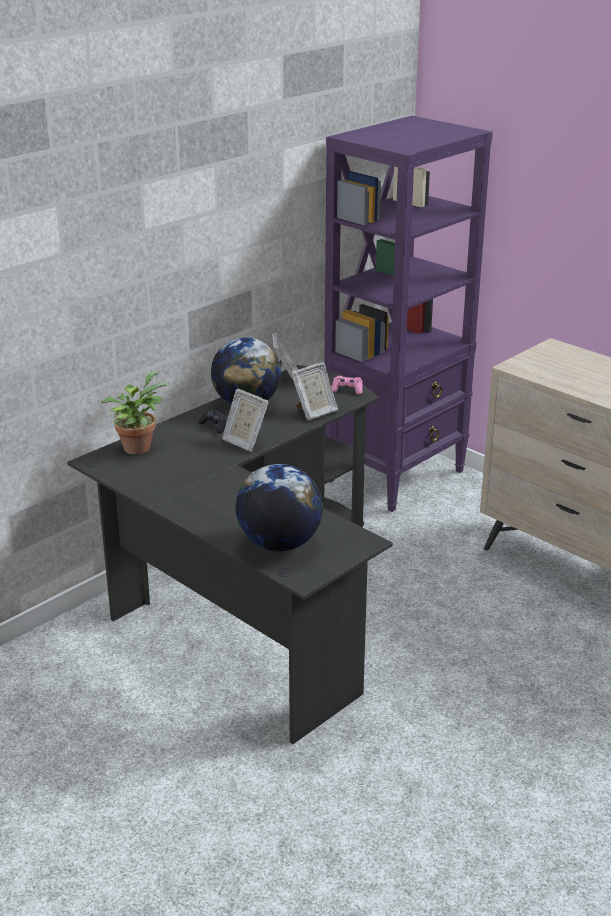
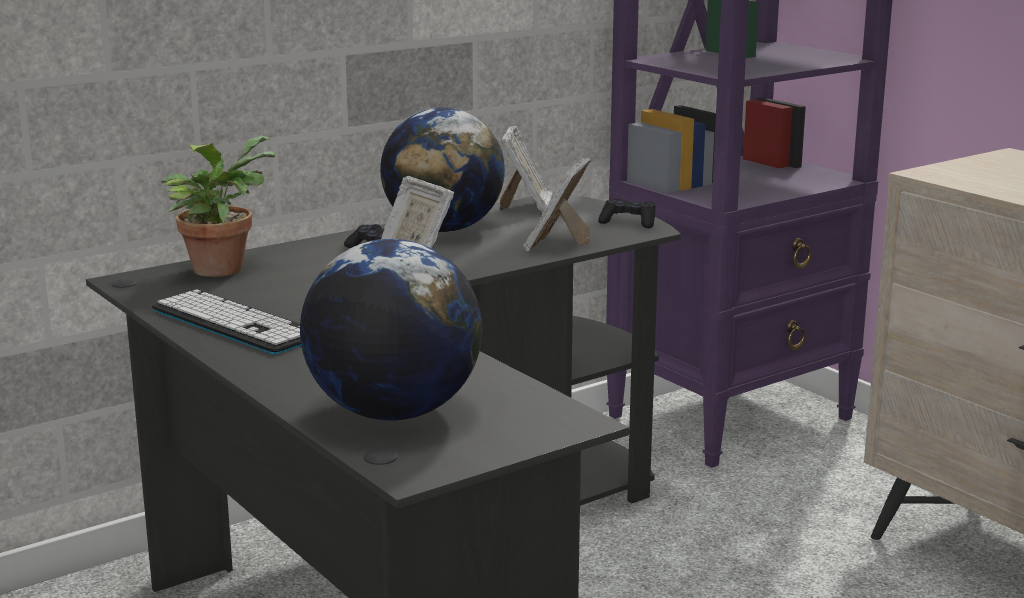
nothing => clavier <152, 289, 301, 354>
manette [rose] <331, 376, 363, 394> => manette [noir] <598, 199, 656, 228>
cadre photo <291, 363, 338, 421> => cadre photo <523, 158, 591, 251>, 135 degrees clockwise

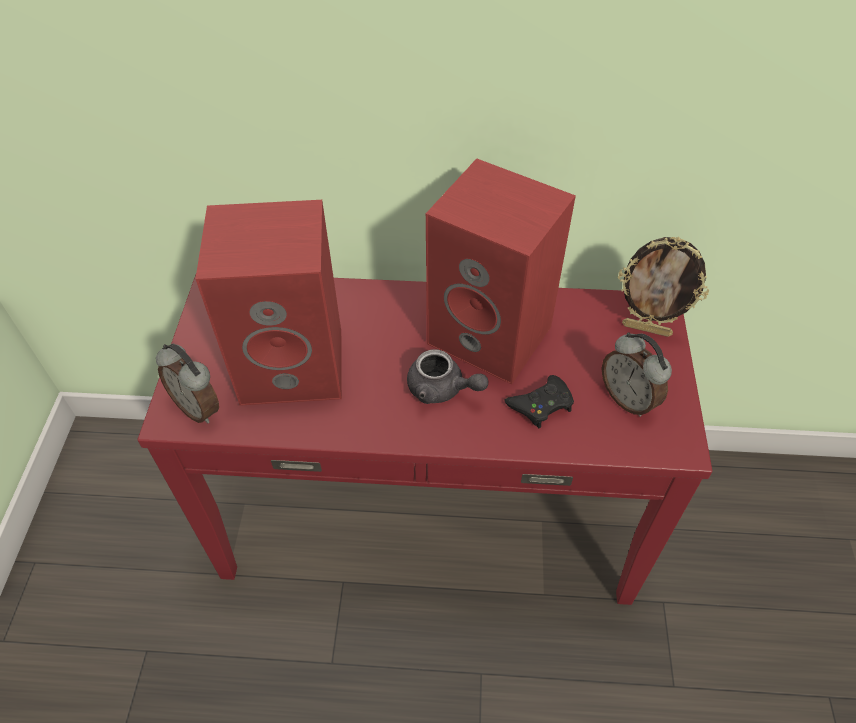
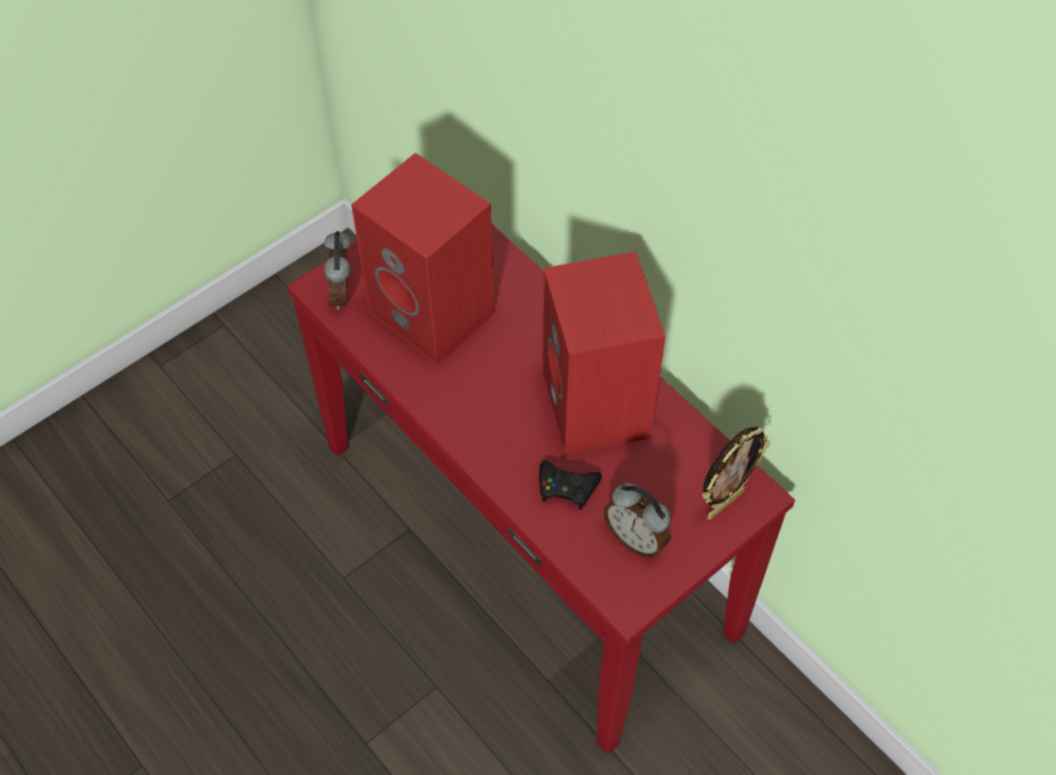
théière [gris] <407, 349, 488, 404> => nothing
réveil <601, 332, 672, 417> => réveil <604, 483, 671, 558>, 60 degrees counterclockwise
cadre photo <618, 237, 709, 337> => cadre photo <702, 427, 770, 520>, 105 degrees counterclockwise

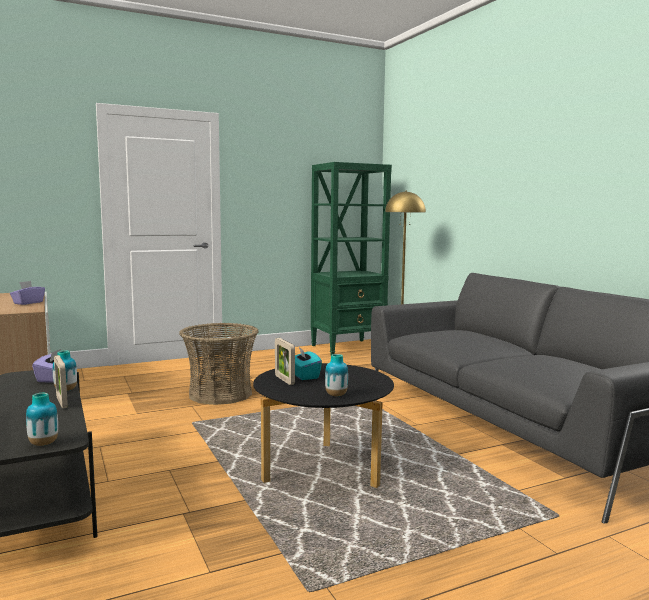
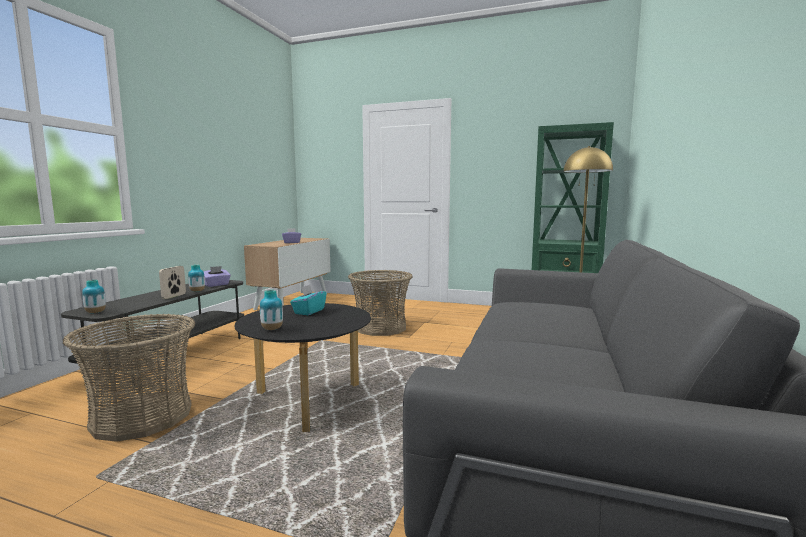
cadre photo <275, 338, 295, 385> => nothing
nothing => panier <63, 314, 195, 442>

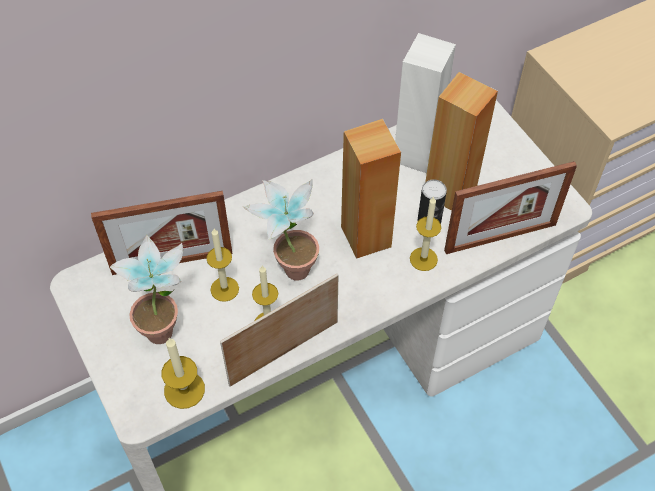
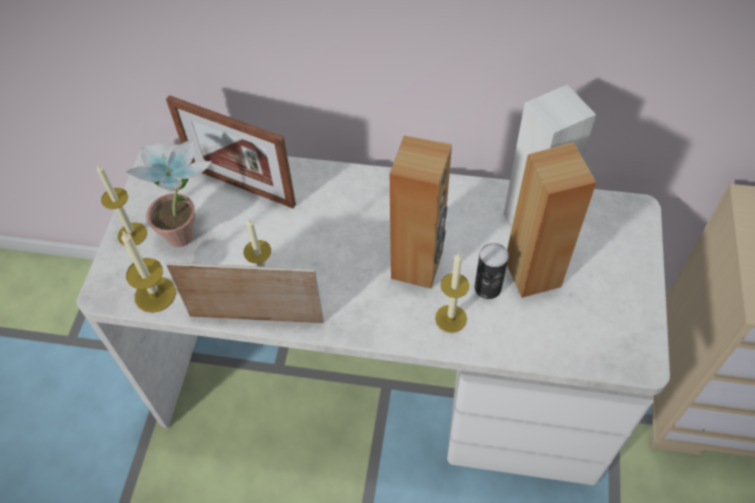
plante en pot <242, 180, 319, 281> => nothing
cadre photo <444, 161, 577, 254> => nothing
bougie <206, 229, 239, 302> => bougie <97, 163, 147, 246>, move

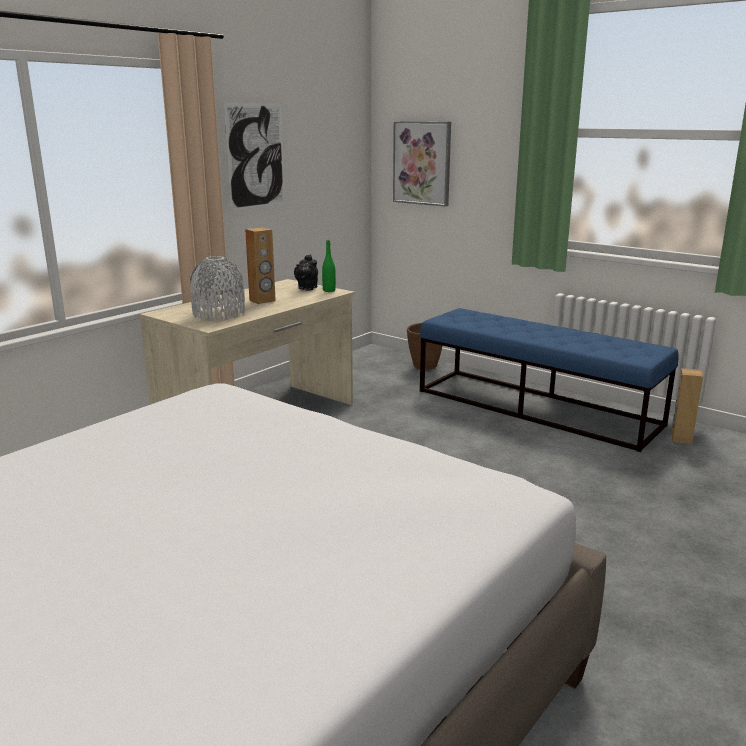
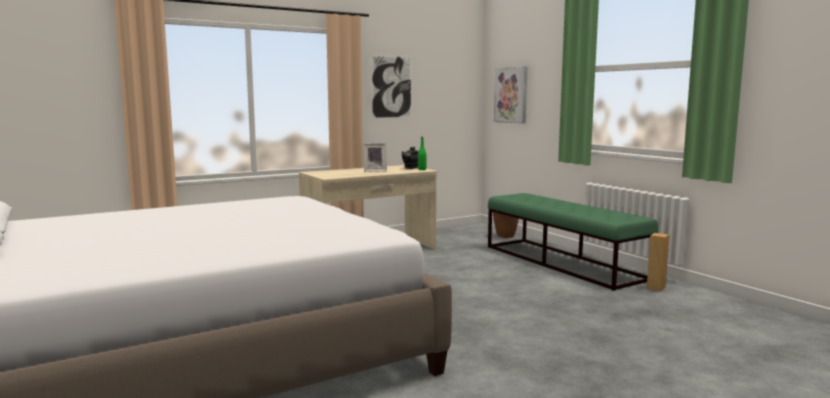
vase [gris] <190, 256, 245, 321> => nothing
enceinte [marron] <245, 228, 276, 304> => cadre photo <363, 143, 387, 172>
banc [bleu] <420, 308, 679, 452> => banc [vert] <488, 193, 658, 291>

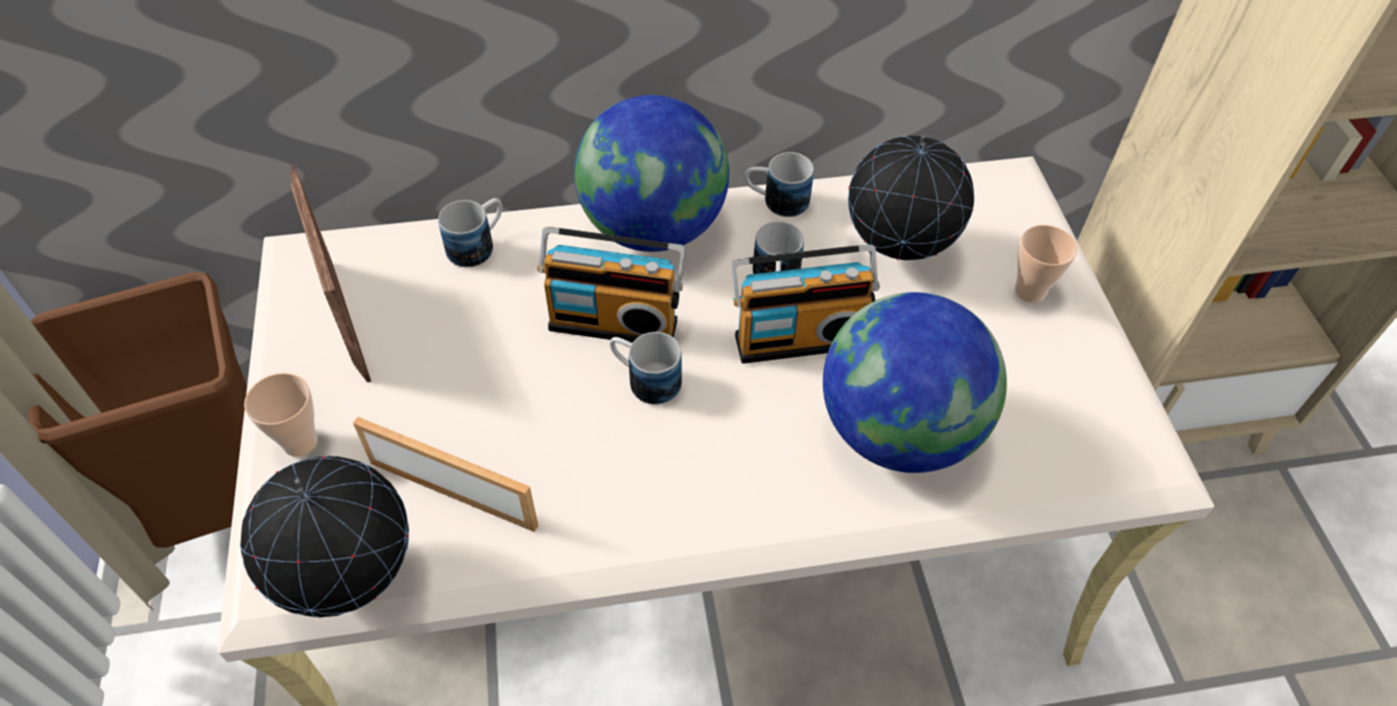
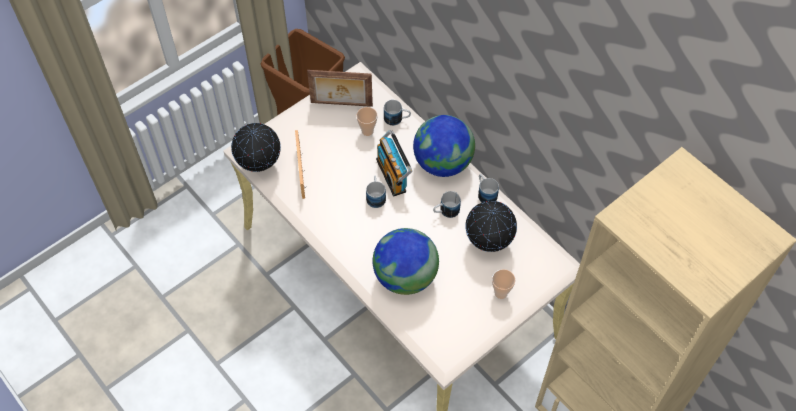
radio <731, 244, 880, 364> => nothing
tasse <244, 373, 318, 457> => tasse <356, 107, 378, 136>, move
cadre photo <291, 165, 371, 383> => cadre photo <307, 70, 373, 107>, 120 degrees counterclockwise

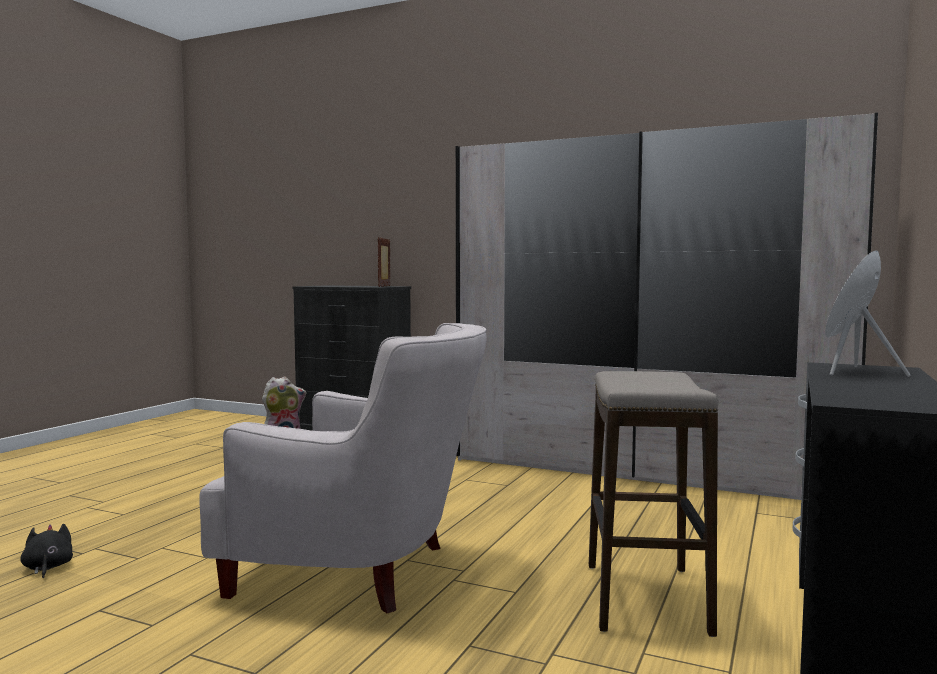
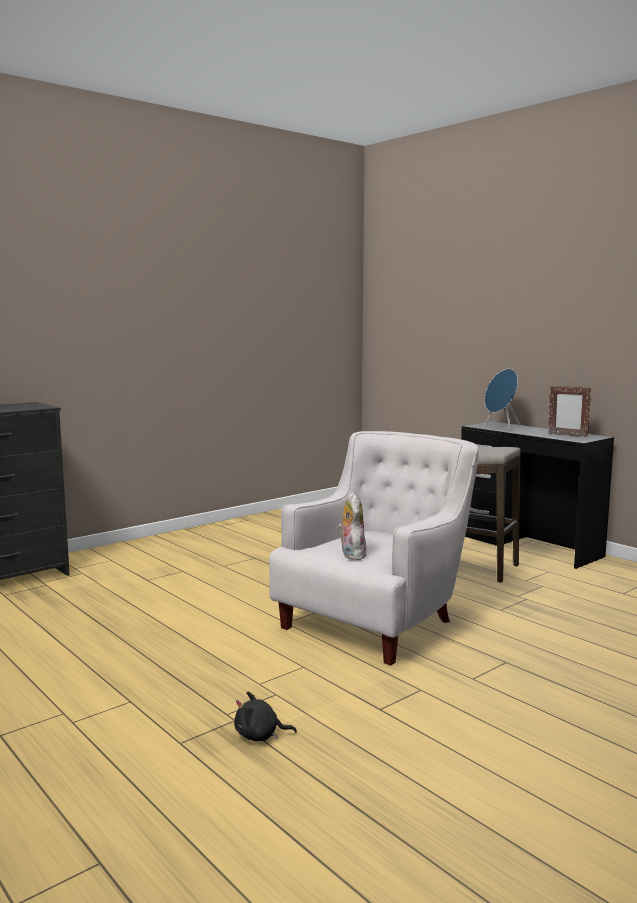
armoire [blanc] <456, 113, 878, 500> => nothing
cadre photo <378, 237, 390, 287> => cadre photo <548, 386, 592, 438>, move

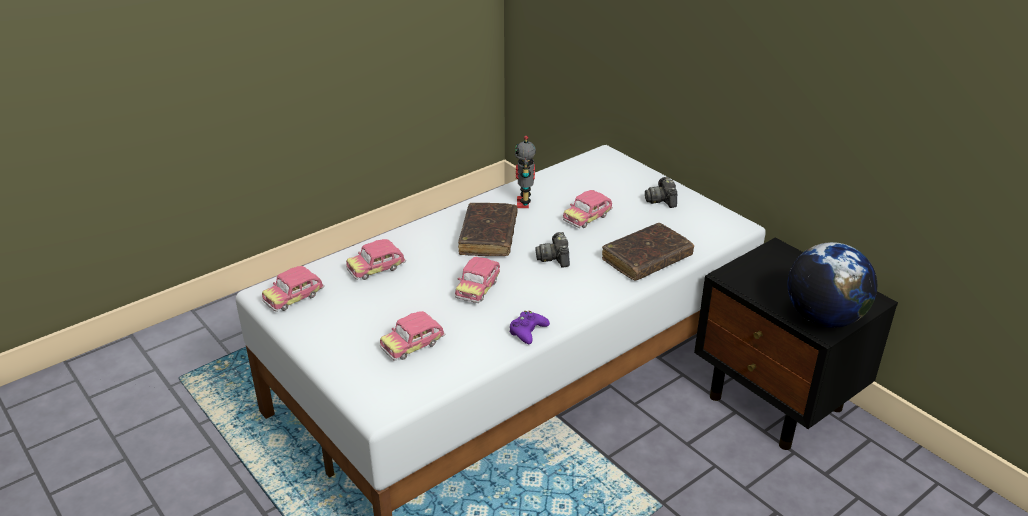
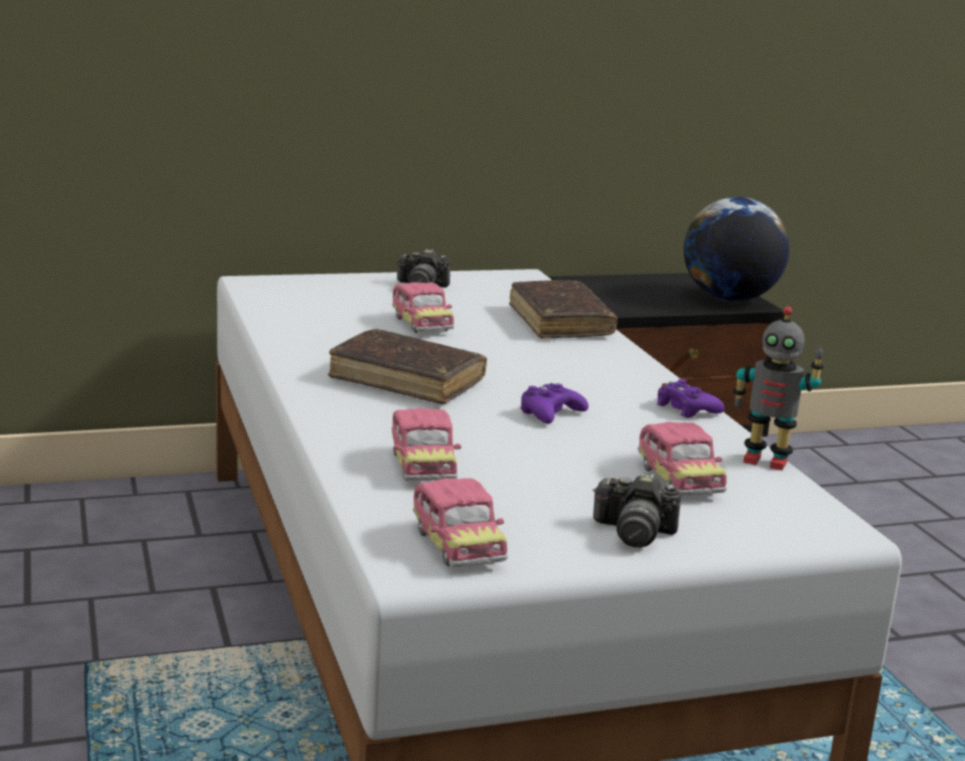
robot jouet <515, 136, 536, 208> => robot jouet <733, 306, 824, 471>, move
appareil photo <535, 232, 570, 267> => appareil photo <593, 472, 681, 547>, move
petite voiture <455, 257, 500, 303> => manette [violet] <520, 383, 588, 424>

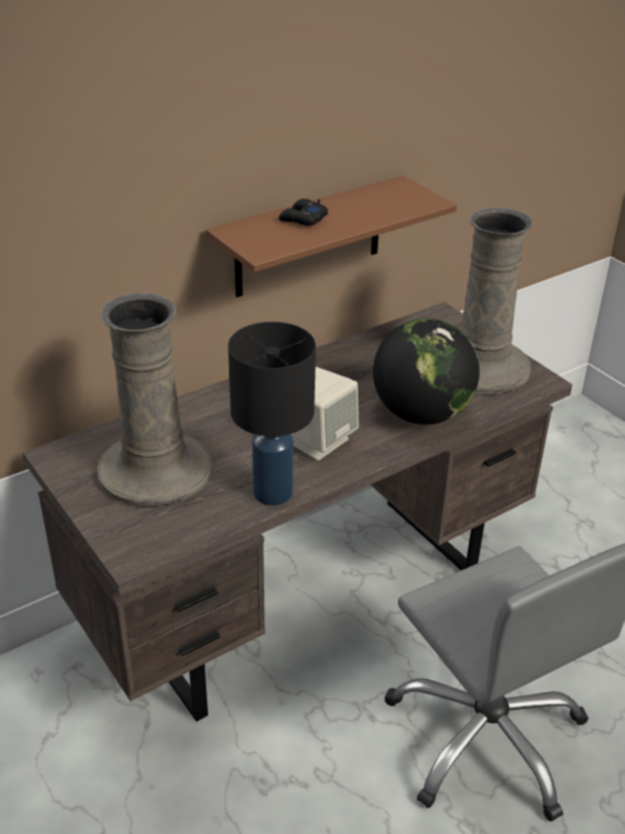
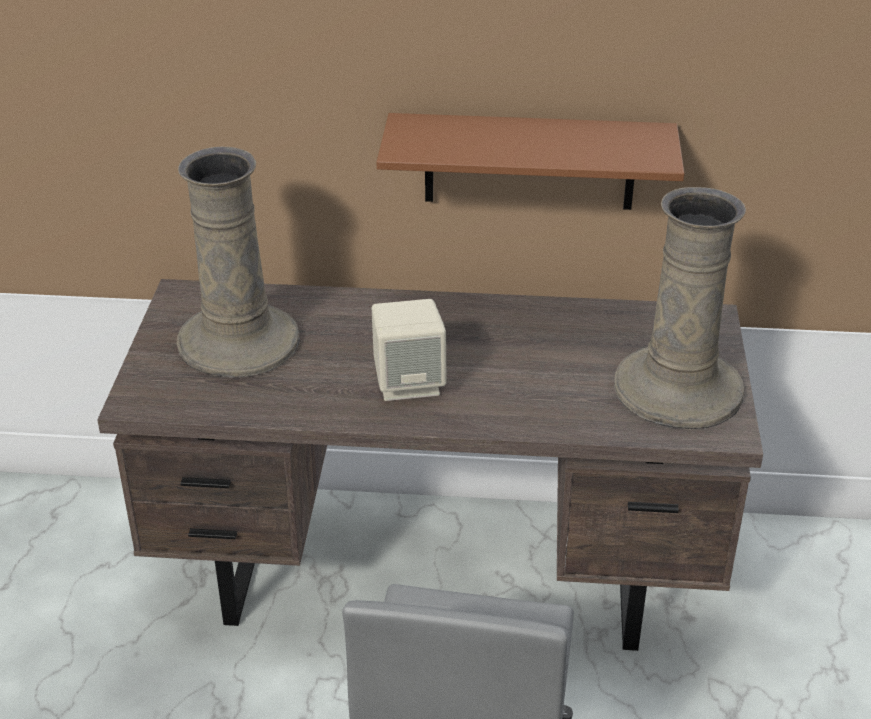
lampe de table [noir] <228, 322, 316, 505> => nothing
manette [noir] <279, 199, 328, 226> => nothing
globe <373, 319, 480, 425> => nothing

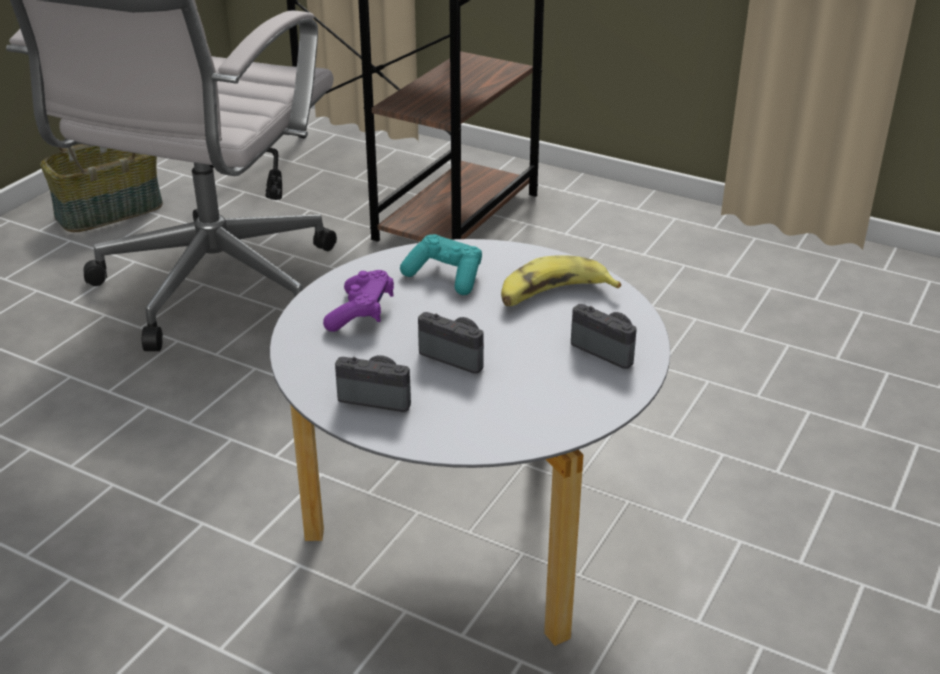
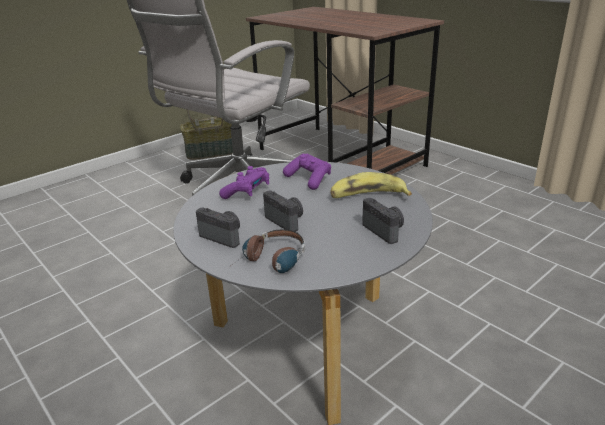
nothing => casque audio <228, 229, 305, 273>
manette [turquoise] <400, 234, 482, 295> => manette [violet] <283, 154, 331, 190>

